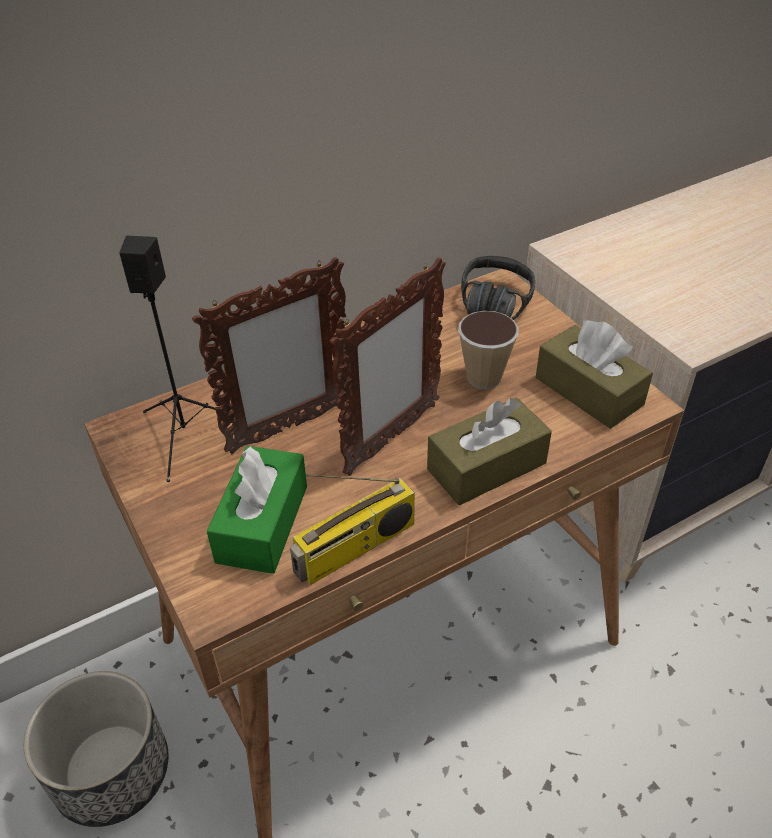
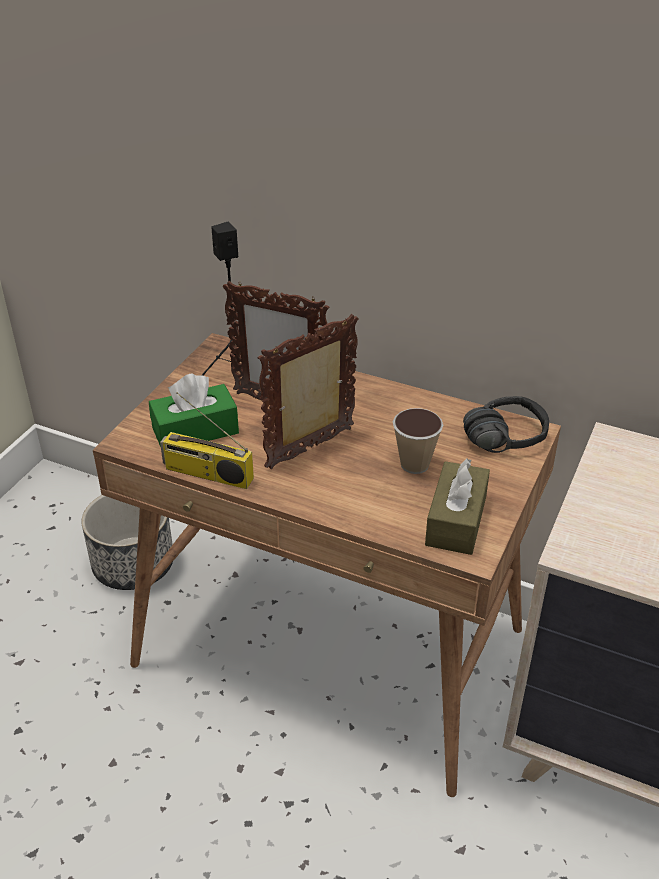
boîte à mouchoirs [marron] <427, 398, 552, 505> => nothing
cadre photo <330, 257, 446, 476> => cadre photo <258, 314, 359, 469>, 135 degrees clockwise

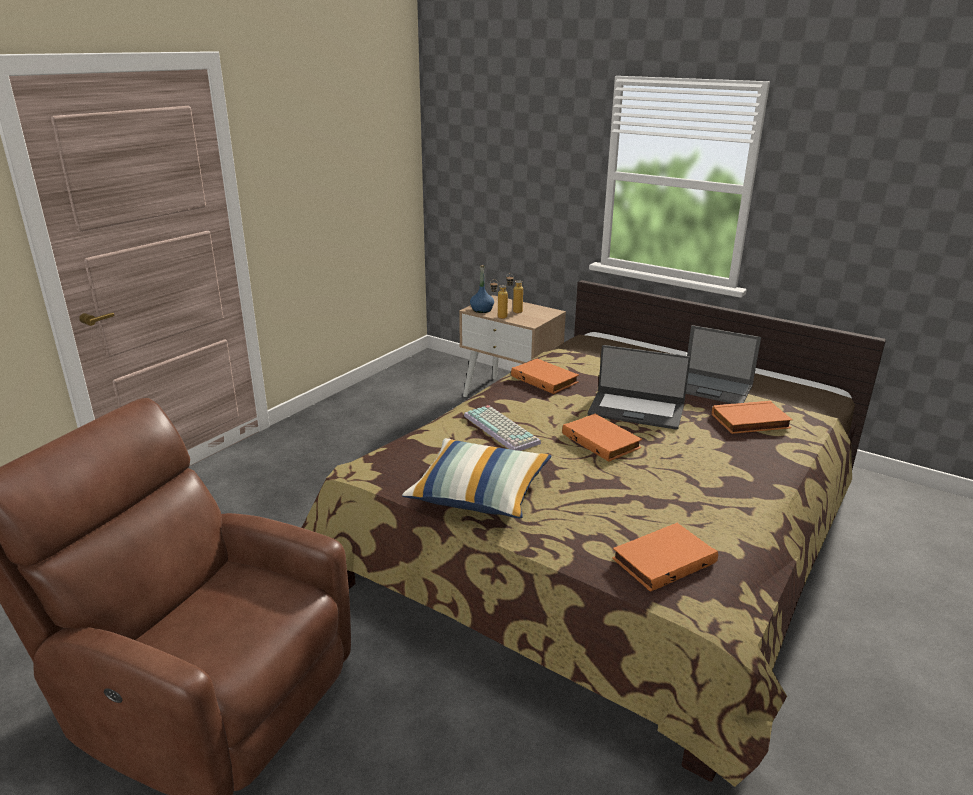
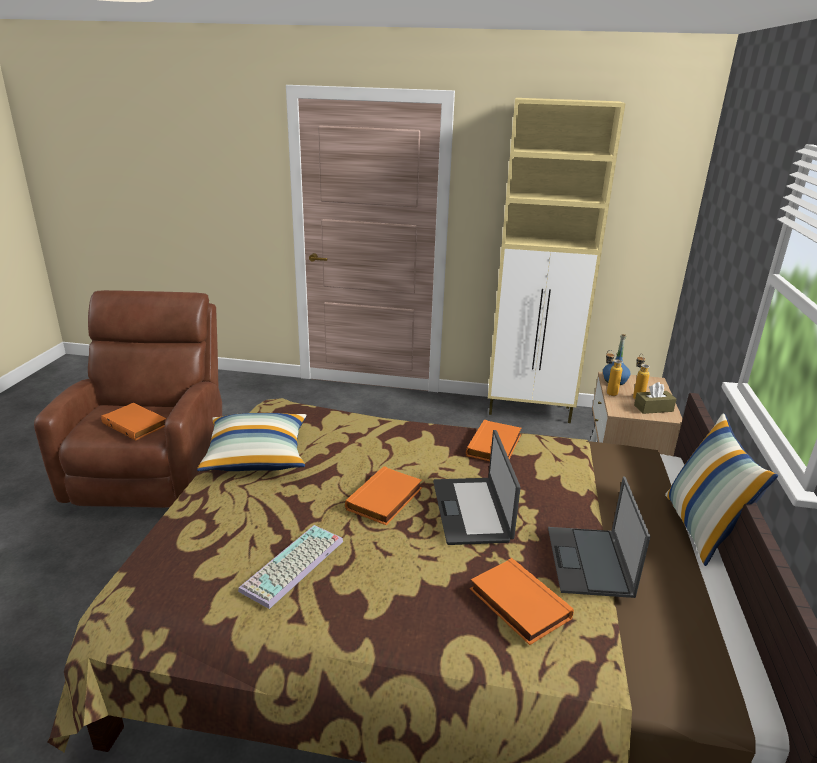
nothing => meuble de rangement [beige] <488, 98, 626, 423>
nothing => boîte à mouchoirs [marron] <634, 382, 676, 414>
nothing => coussin <665, 413, 778, 566>
clavier <464, 405, 541, 451> => clavier <238, 525, 343, 609>, move
livre [orange] <612, 523, 718, 592> => livre [orange] <101, 403, 166, 440>, move

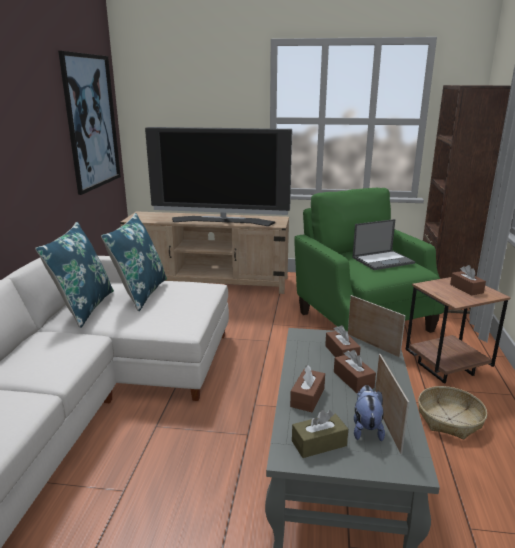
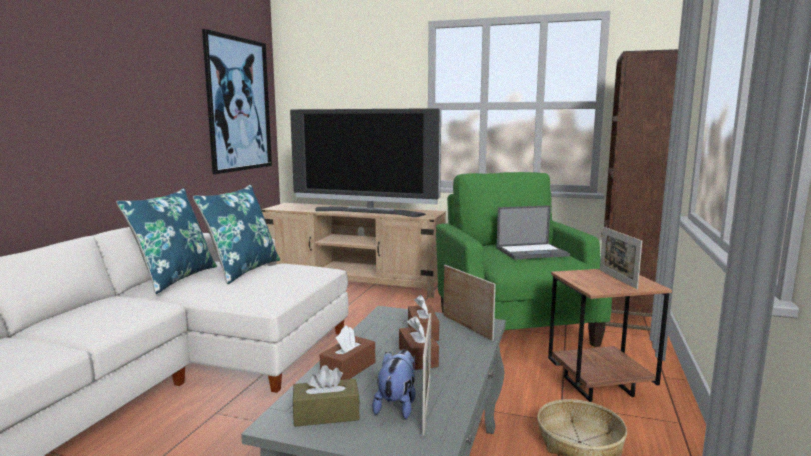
boîte à mouchoirs [marron] <450, 265, 486, 295> => cadre photo <600, 227, 642, 289>

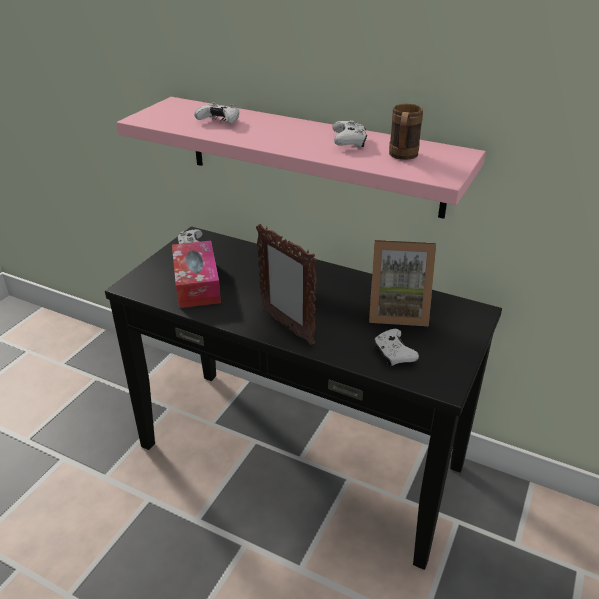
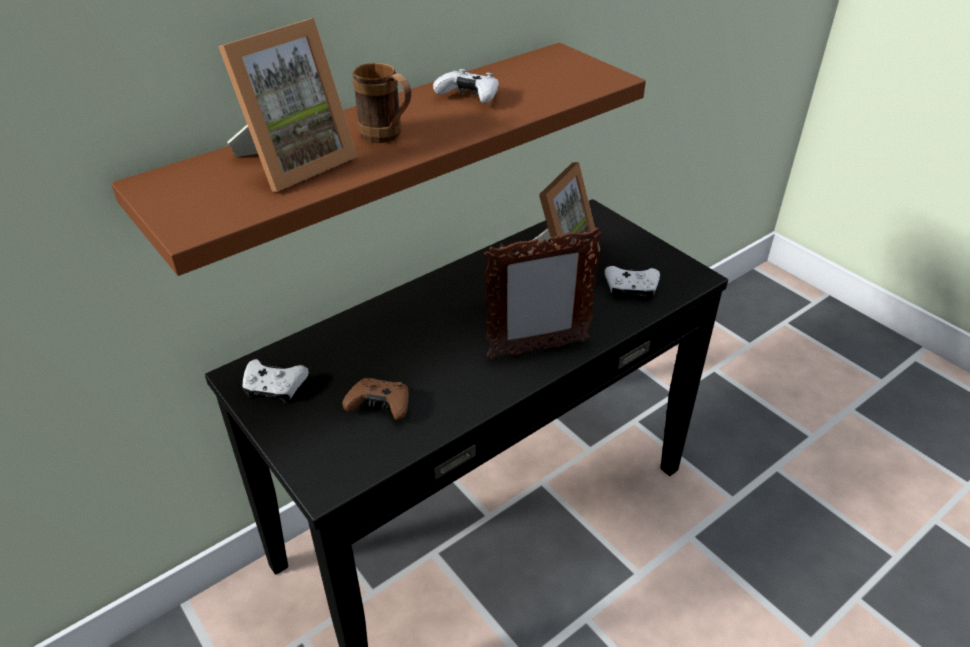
mug [marron] <389, 104, 423, 160> => mug [marron] <353, 62, 411, 143>, move
boîte à mouchoirs <172, 241, 221, 308> => manette [marron] <342, 378, 409, 420>
manette [blanc] <194, 103, 239, 124> => cadre photo <218, 18, 358, 192>
étagère [rose] <116, 97, 486, 219> => étagère [marron] <111, 43, 646, 276>

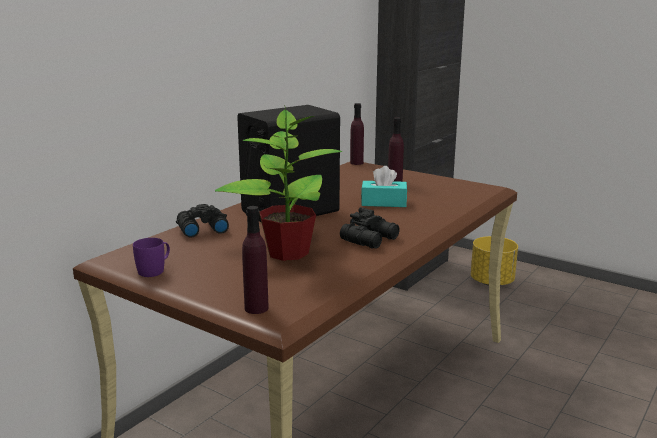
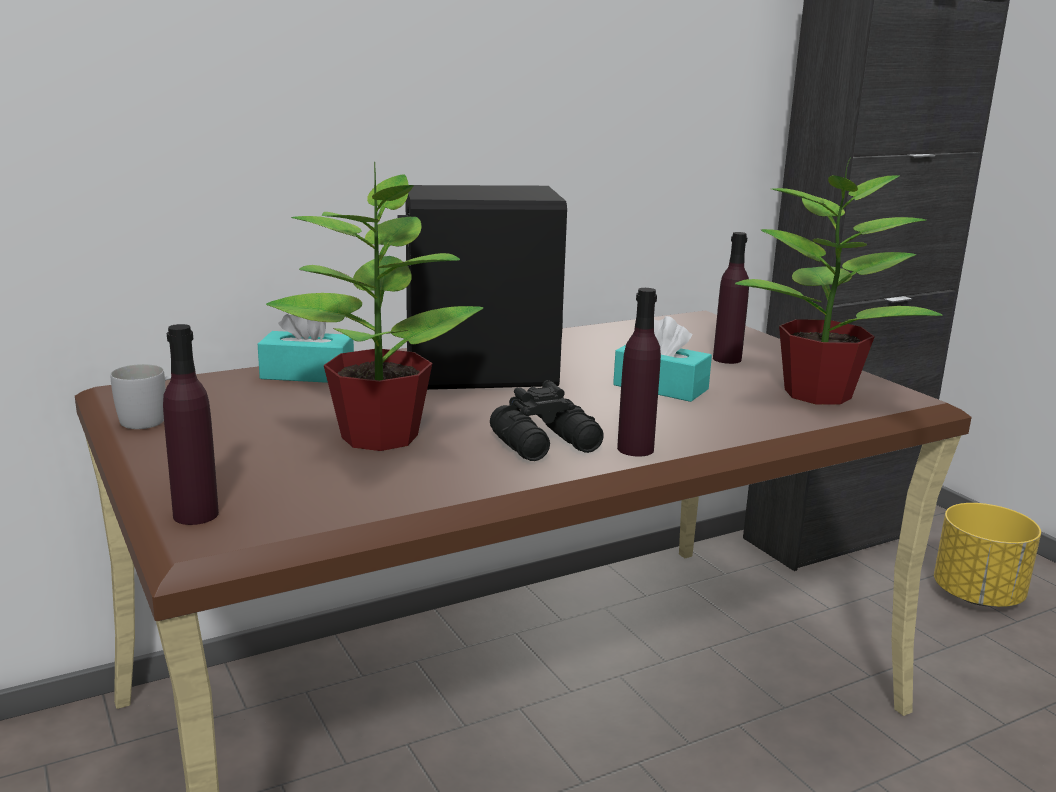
nothing => plante en pot <735, 157, 943, 405>
bouteille [violet] <350, 103, 364, 165> => bouteille [violet] <617, 288, 661, 457>, move
jumelles [noir] <176, 204, 229, 238> => boîte à mouchoirs [turquoise] <258, 314, 354, 383>
mug [violet] <133, 238, 170, 277> => mug [blanc] <110, 364, 171, 429>

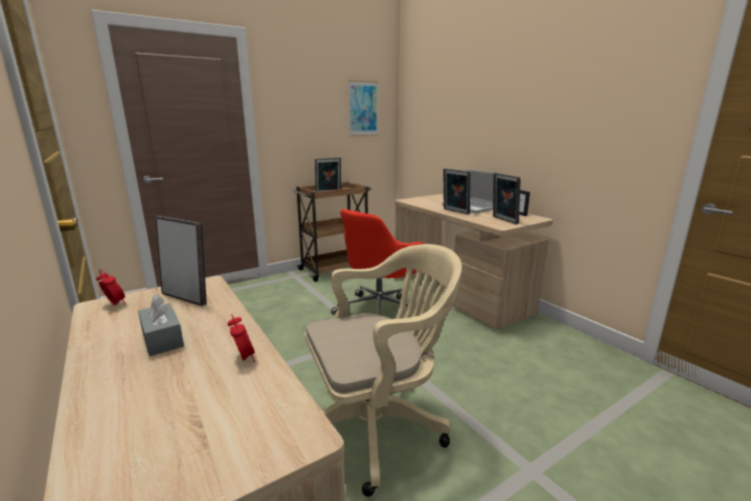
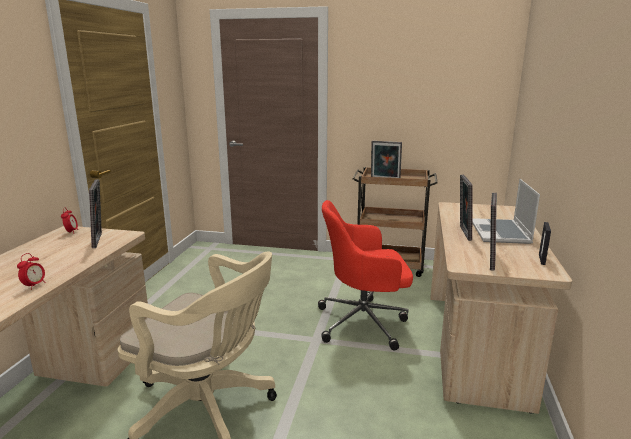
boîte à mouchoirs [gris] <138, 294, 184, 356> => nothing
tableau <348, 80, 378, 136> => nothing

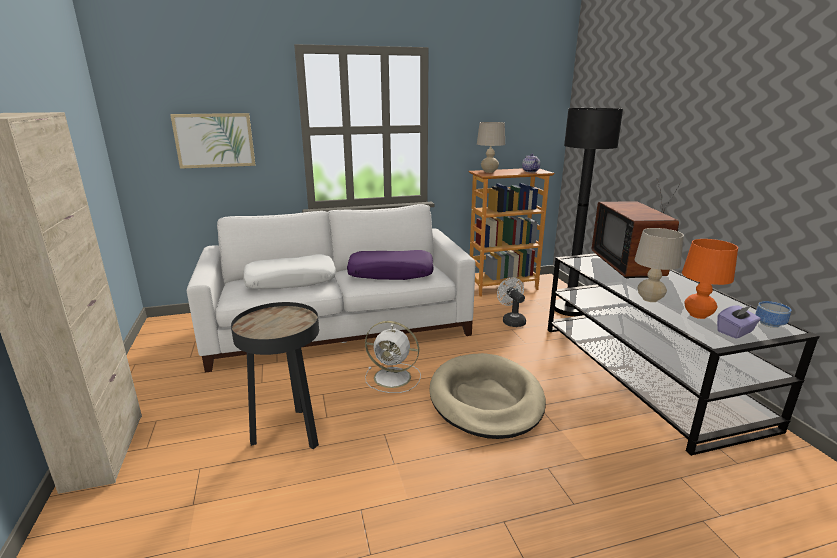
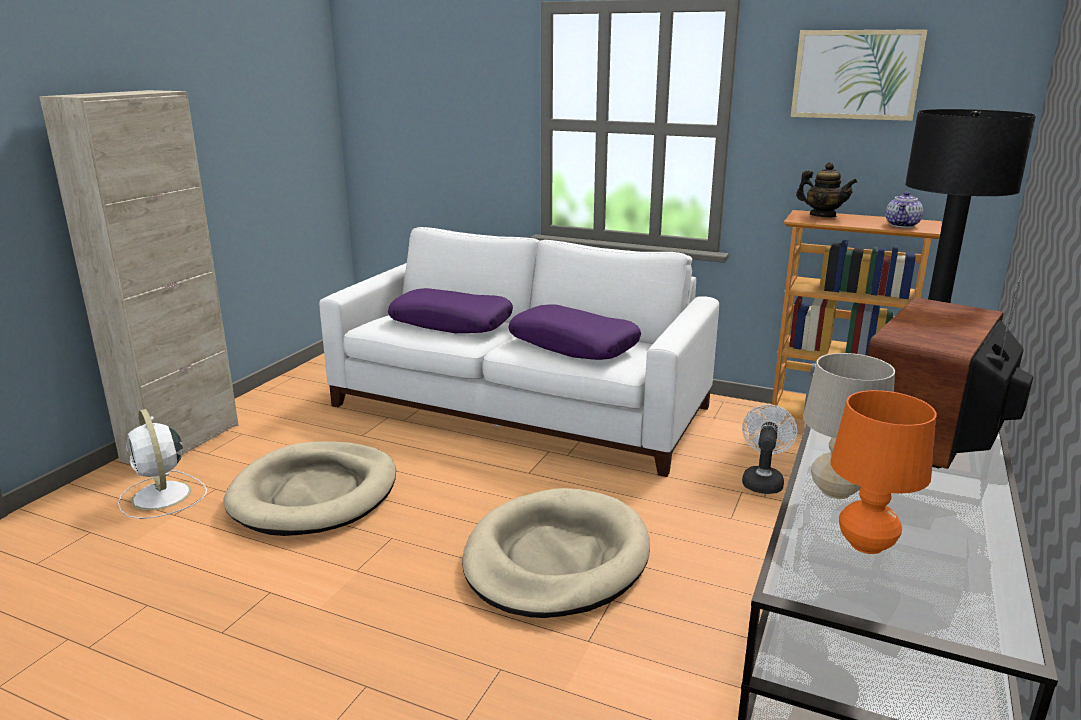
boîte à mouchoirs [violet] <717, 305, 761, 339> => nothing
bol <755, 301, 792, 328> => nothing
tableau <170, 113, 255, 169> => tableau <791, 29, 928, 121>, move
ventilateur [blanc] <365, 321, 421, 393> => ventilateur [blanc] <118, 409, 207, 519>, move
table d'appoint [noir] <231, 302, 319, 449> => panier pour chien [beige] <223, 442, 396, 536>
lampe de table [beige] <477, 122, 505, 173> => théière <796, 162, 857, 217>
coussin [blanc] <243, 254, 336, 289> => coussin [violet] <388, 288, 513, 333>

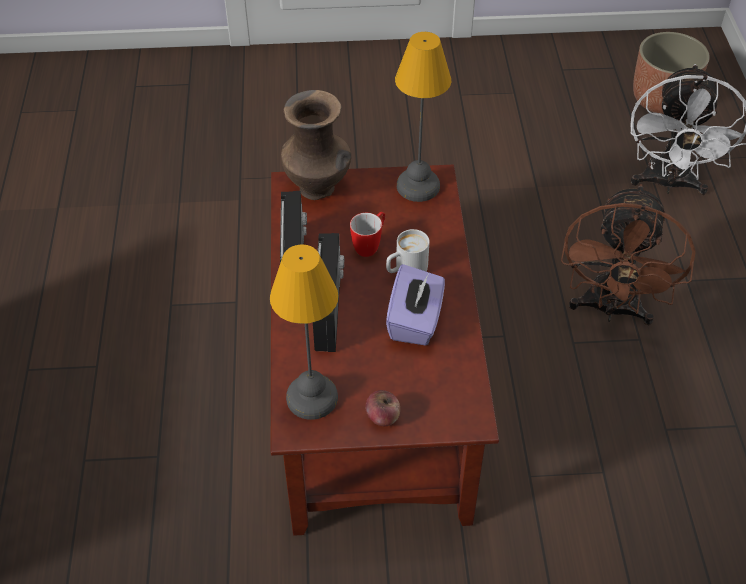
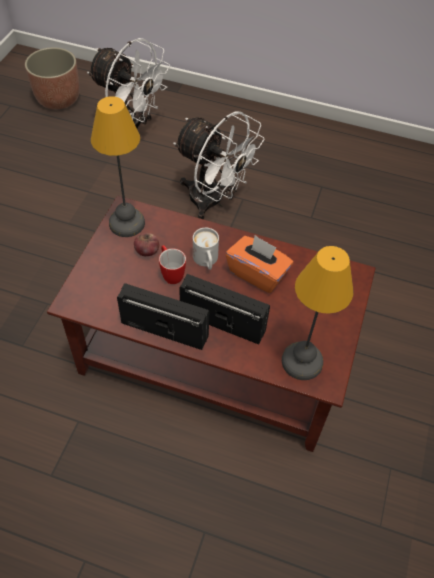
vase [marron] <281, 90, 351, 200> => nothing
pomme <365, 390, 400, 426> => pomme <134, 233, 159, 256>, move
boîte à mouchoirs [violet] <386, 264, 445, 346> => boîte à mouchoirs [orange] <226, 235, 293, 293>
ventilateur [marron] <561, 184, 696, 326> => ventilateur [blanc] <173, 111, 265, 219>

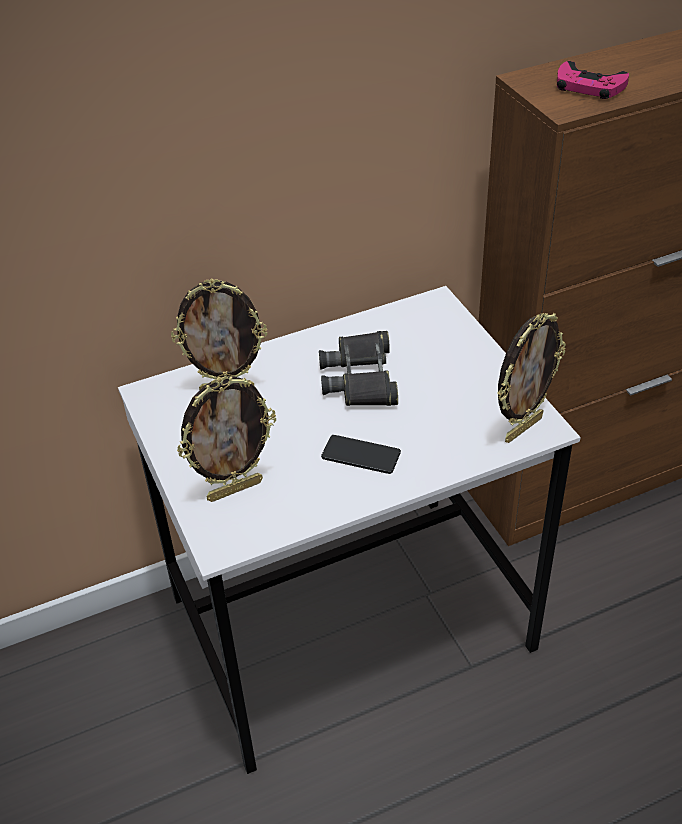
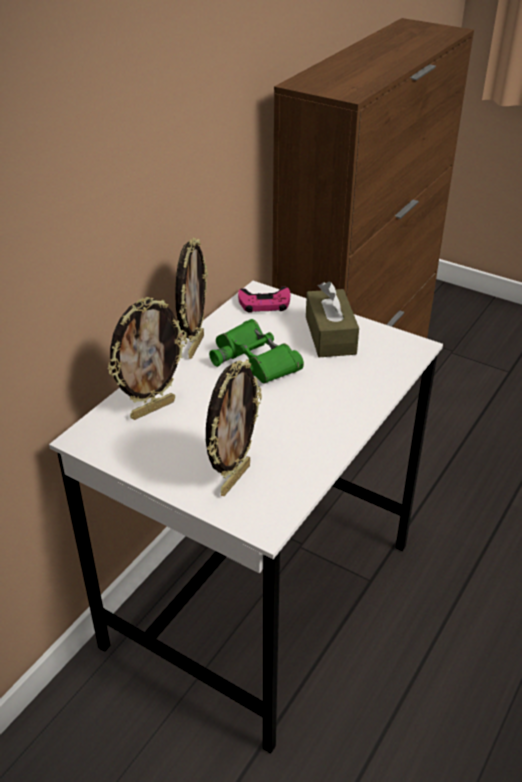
téléphone <321, 435, 401, 474> => nothing
nothing => boîte à mouchoirs [marron] <306, 281, 359, 357>
cadre photo <498, 313, 566, 443> => cadre photo <175, 238, 208, 359>, move
manette [rose] <557, 61, 629, 99> => manette [rose] <238, 286, 290, 313>, move
jumelles [noir] <319, 331, 398, 406> => jumelles [vert] <209, 319, 304, 384>

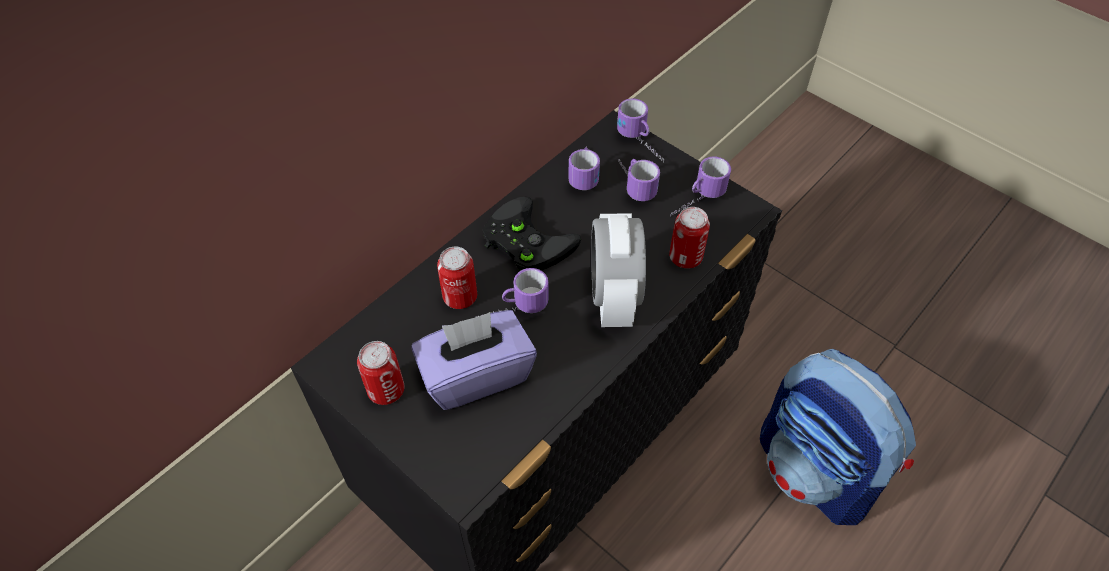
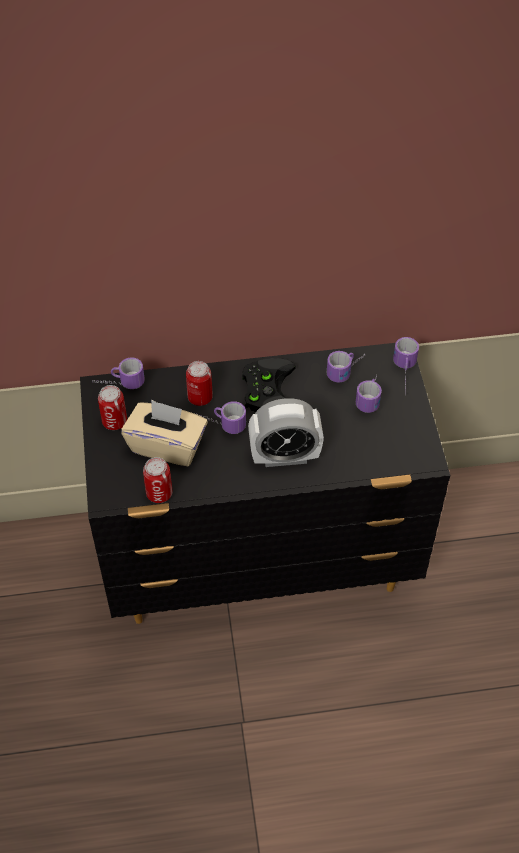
sac à dos <760, 349, 916, 525> => nothing
boîte métallique <669, 207, 710, 268> => boîte métallique <143, 457, 173, 503>, move
mug <670, 157, 731, 217> => mug <93, 357, 144, 389>, move
boîte à mouchoirs [violet] <411, 310, 537, 410> => boîte à mouchoirs [beige] <121, 400, 208, 466>
réveil <591, 213, 646, 327> => réveil <248, 398, 324, 467>, 135 degrees counterclockwise

